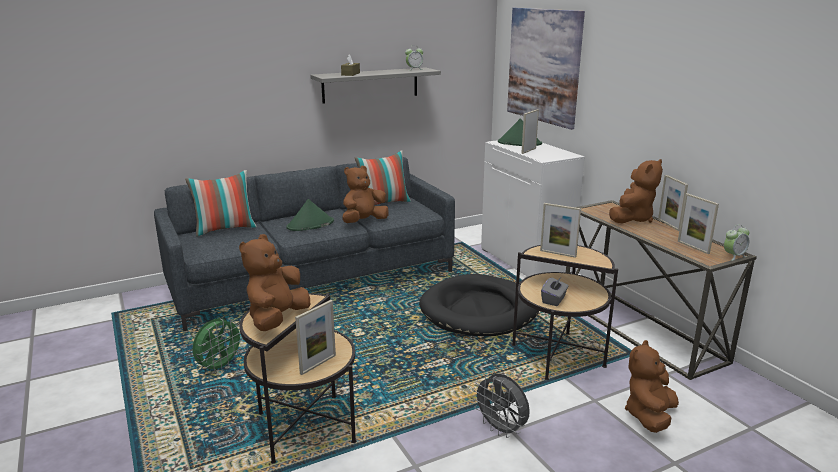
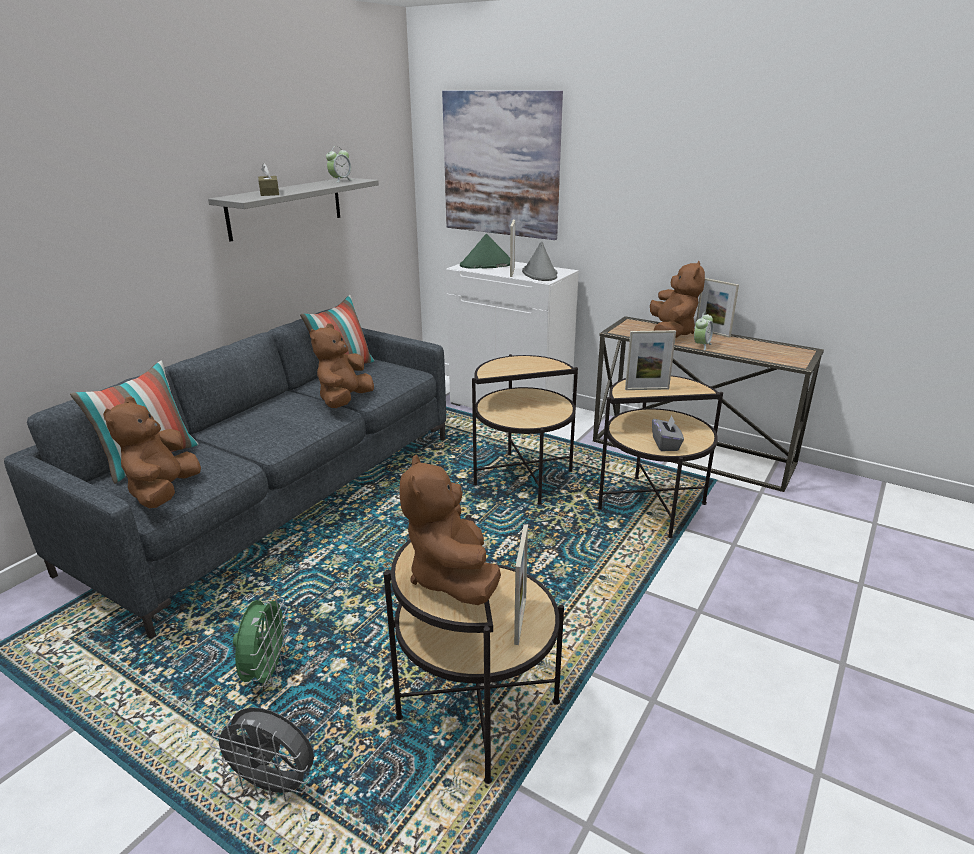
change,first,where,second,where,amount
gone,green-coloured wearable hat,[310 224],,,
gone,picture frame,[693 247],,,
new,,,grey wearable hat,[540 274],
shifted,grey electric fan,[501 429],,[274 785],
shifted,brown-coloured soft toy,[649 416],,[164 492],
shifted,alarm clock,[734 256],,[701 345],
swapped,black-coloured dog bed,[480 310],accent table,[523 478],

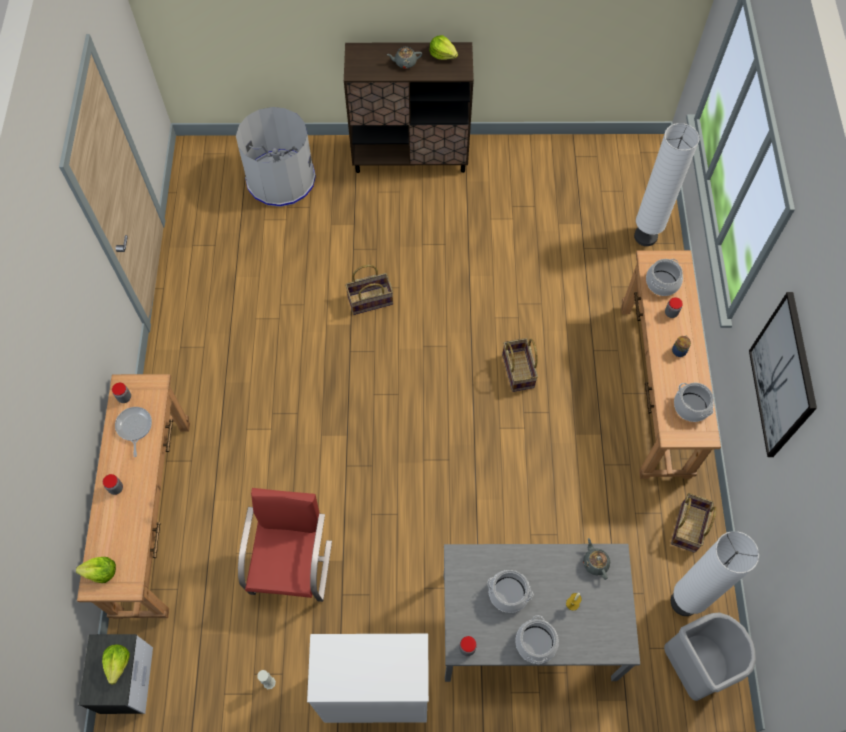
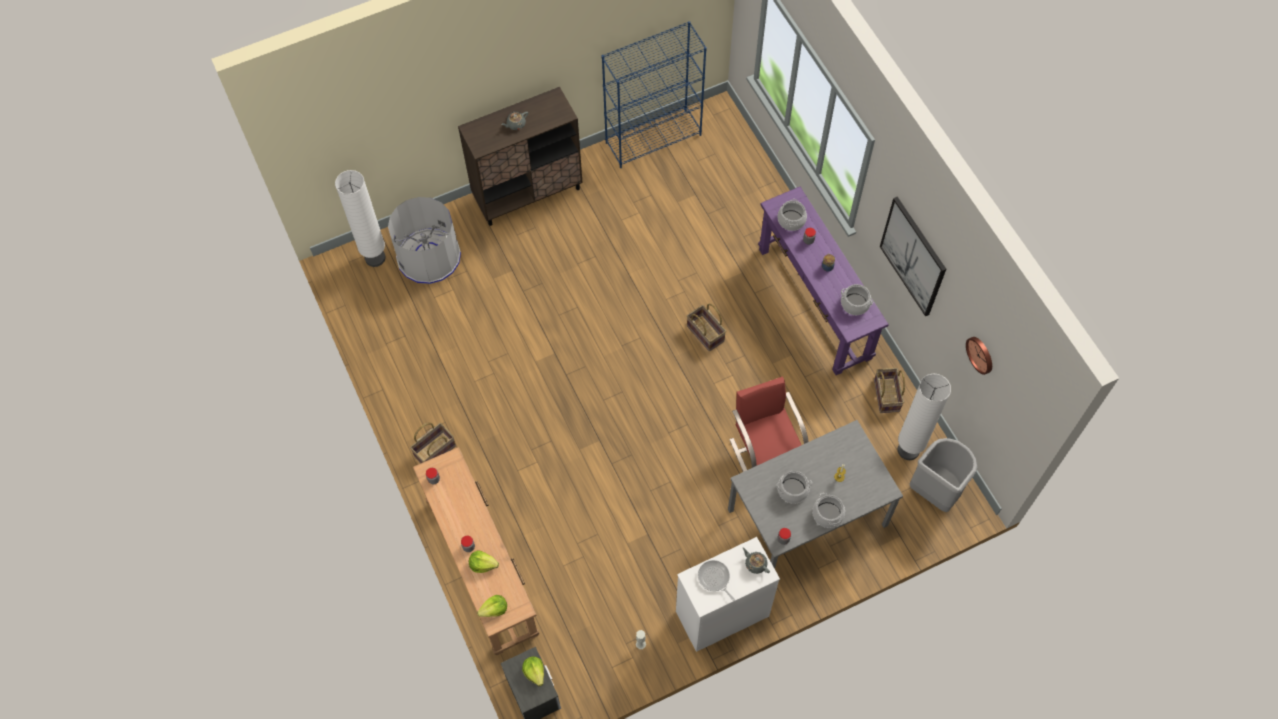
change,first,where,second,where,amount
new,,,bluish shelving unit,[653 138],
new,,,hanging clock,[981 354],
shifted,skillet,[134 427],,[714 578],
shifted,red chair,[292 565],,[765 450],
shifted,basket,[370 300],,[434 450],
shifted,lettuce,[442 54],,[483 564],
shifted,grey tea pot,[595 562],,[755 564],
shifted,white standard lamp,[645 236],,[375 258],
repainted,brown-coloured narrow table,[654 389],purple narrow table,[814 303],

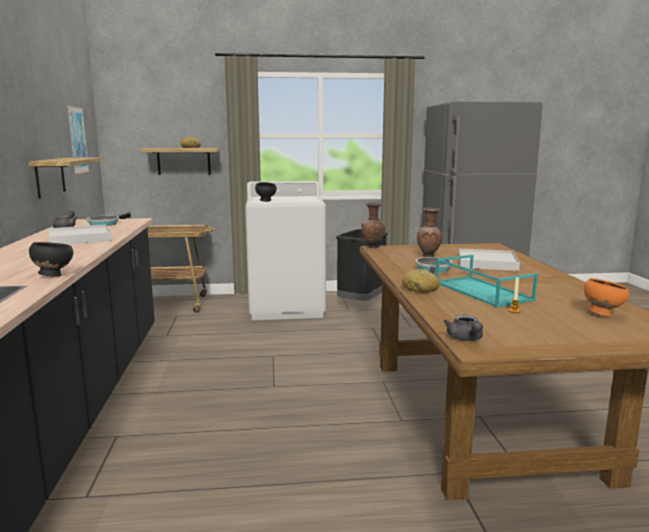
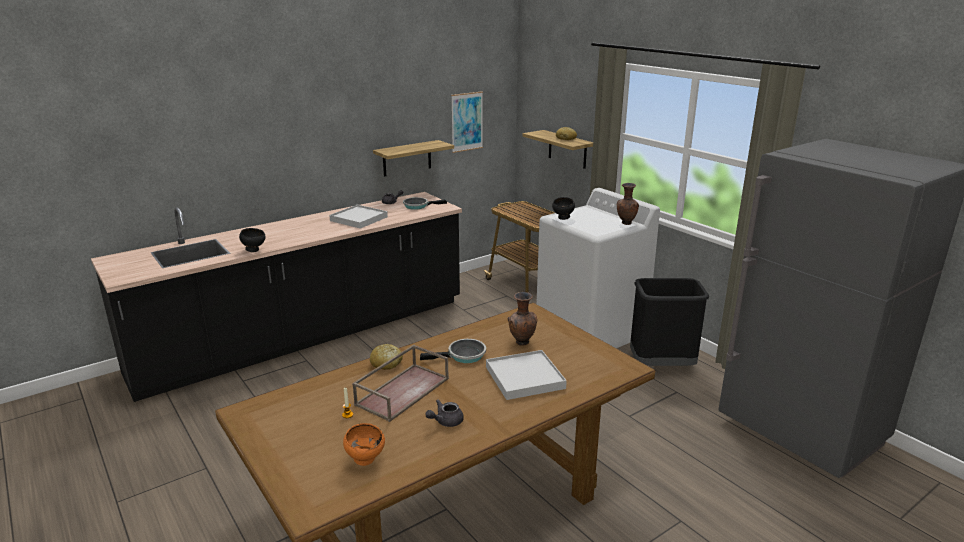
change,first,where,second,where,amount
shifted,brown-coloured flower vase,[372 247],,[625 223],
shifted,grey tea pot,[466 339],,[445 421],
repainted,turquoise carrying tray,[480 291],brown-coloured carrying tray,[402 390],

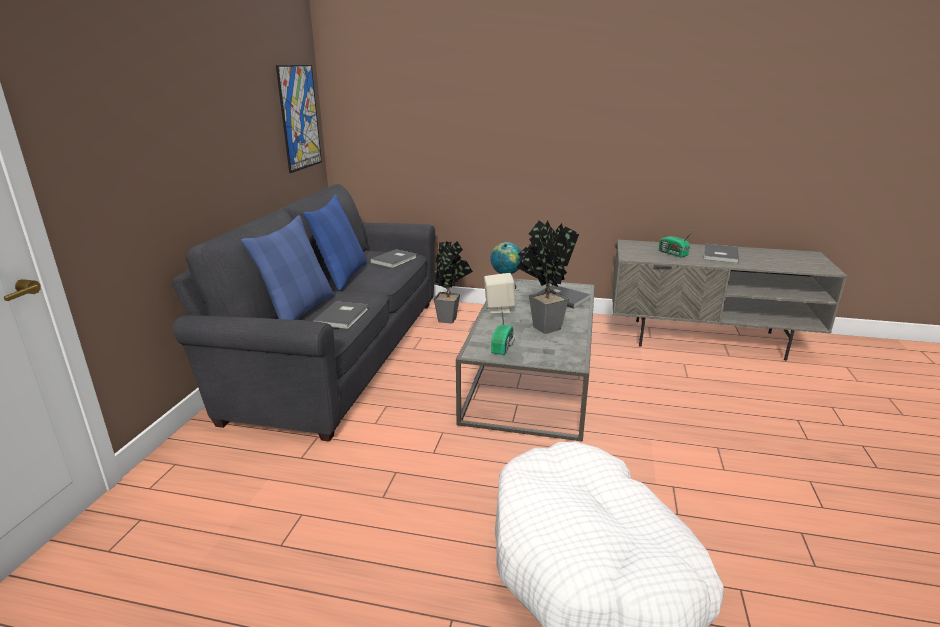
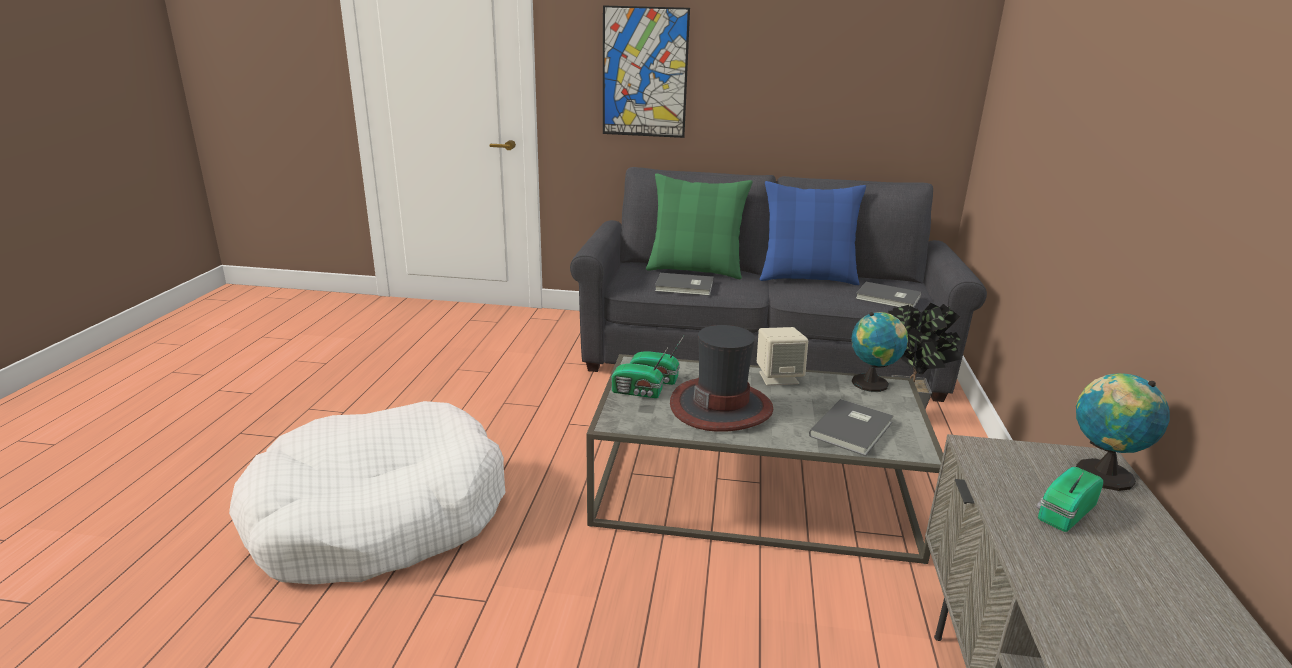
change,first,where,second,where,amount
gone,grey bound book,[719 255],,,
new,,,radio set,[638 392],
new,,,world globe,[1100 474],
shifted,wall art,[299 117],,[644 73],
swapped,plant in a pot,[542 328],wearable hat,[721 406],
repainted,bluish cushion,[299 311],green-coloured cushion,[695 270],

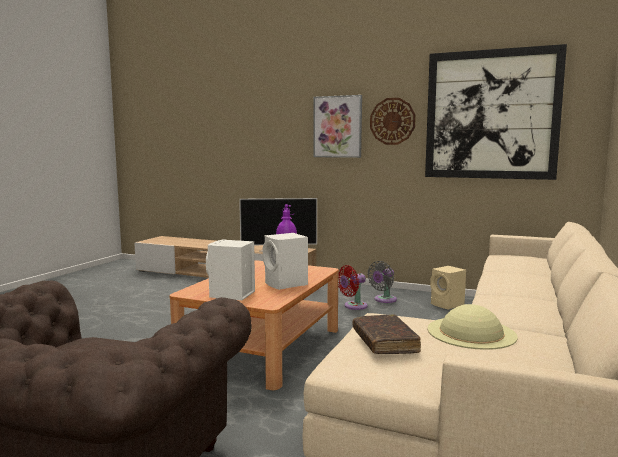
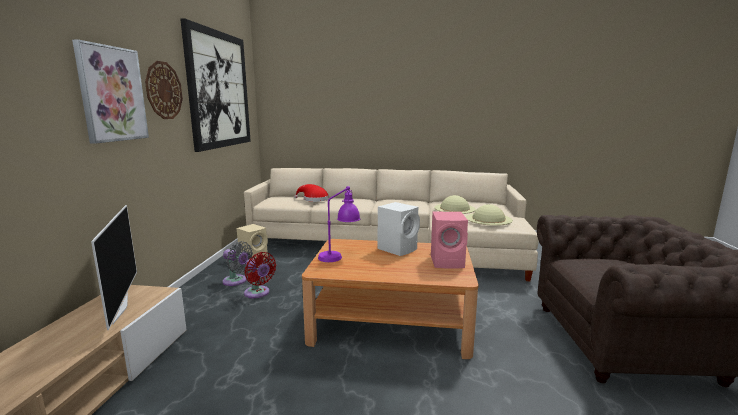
change,first,where,second,where,amount
new,,,red wearable hat,[313 199],
swapped,brown-coloured bound book,[384 342],sand-coloured wearable hat,[488 219],
repainted,white loudspeaker,[231 295],pink-coloured loudspeaker,[448 262],

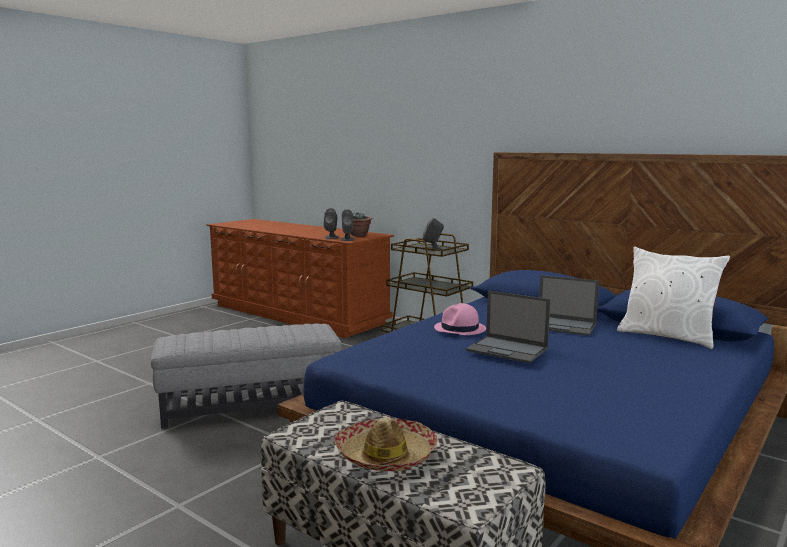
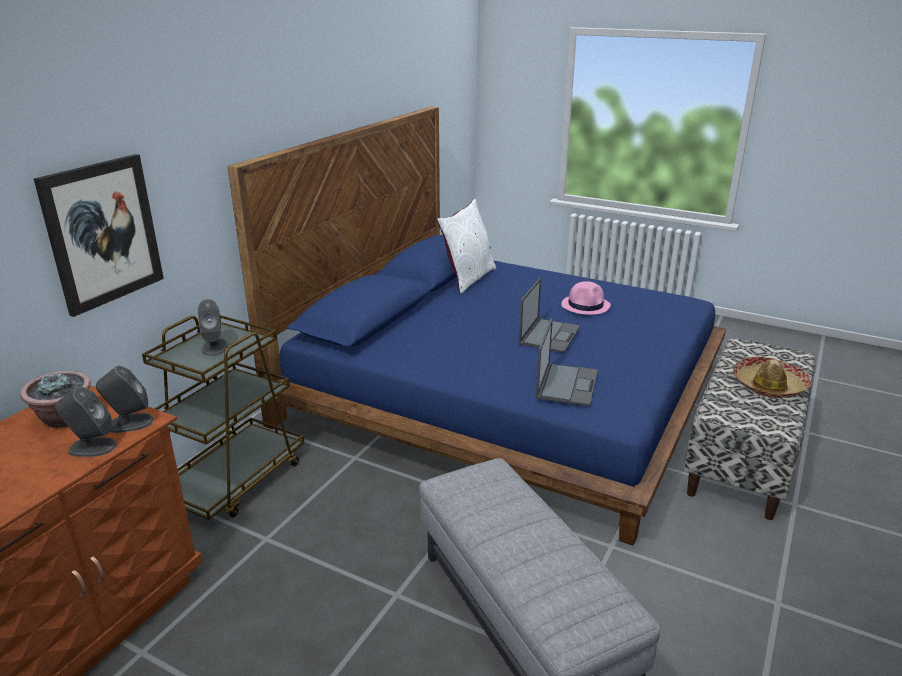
change,first,where,second,where,amount
new,,,wall art,[103 233],
shifted,pink-coloured wearable hat,[460 329],,[586 305],
shifted,portable computer,[563 326],,[567 384],

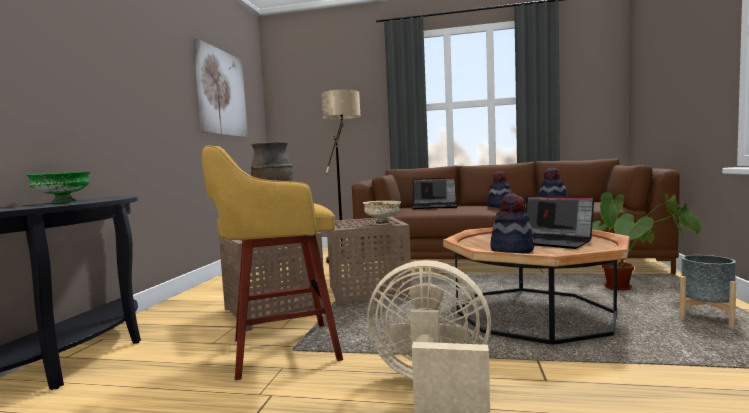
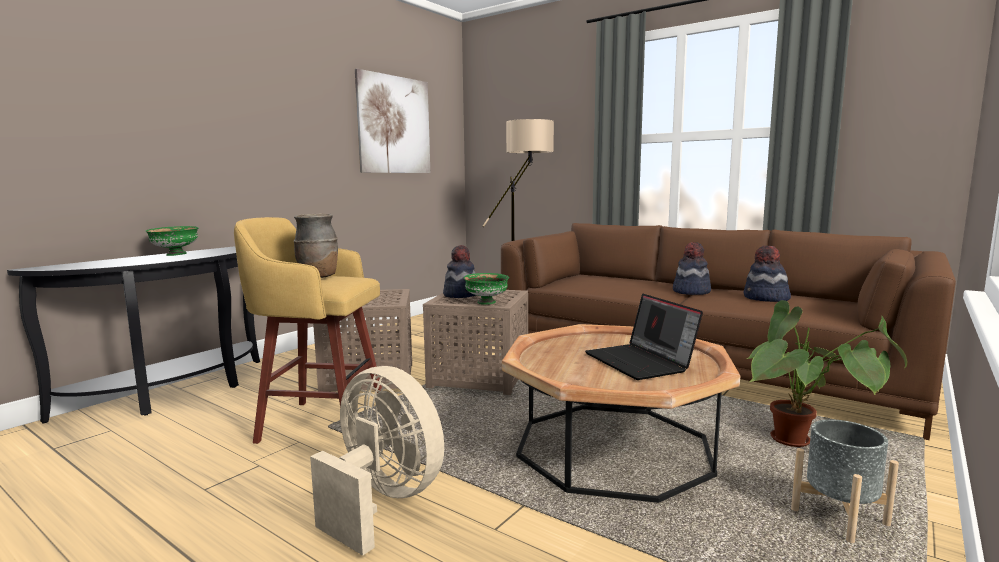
change,first,where,second,where,amount
gone,portable computer,[435 207],,,
shifted,wearable hat,[512 250],,[461 294],
repainted,sand-coloured deep dish,[383 224],green-coloured deep dish,[487 302],

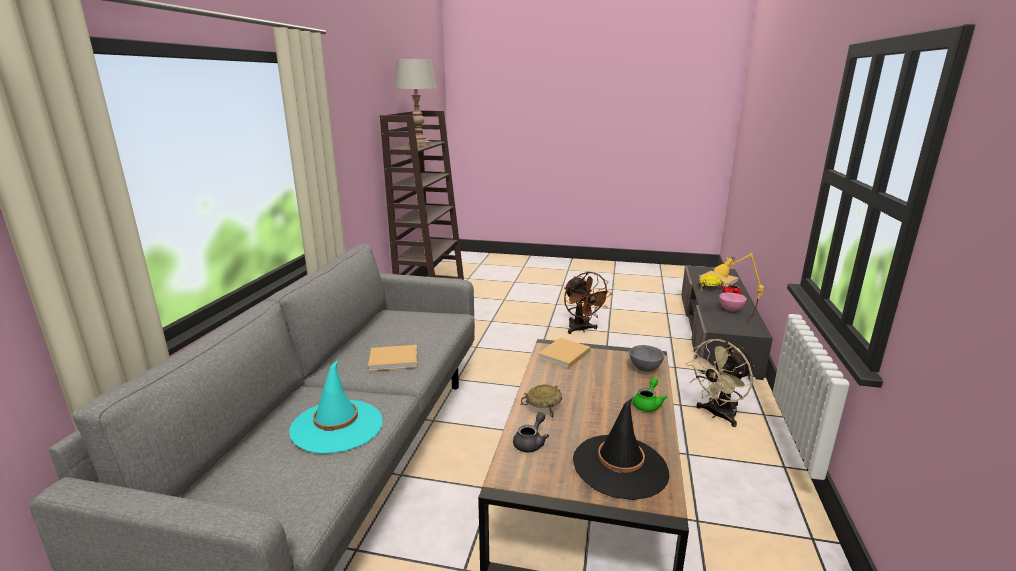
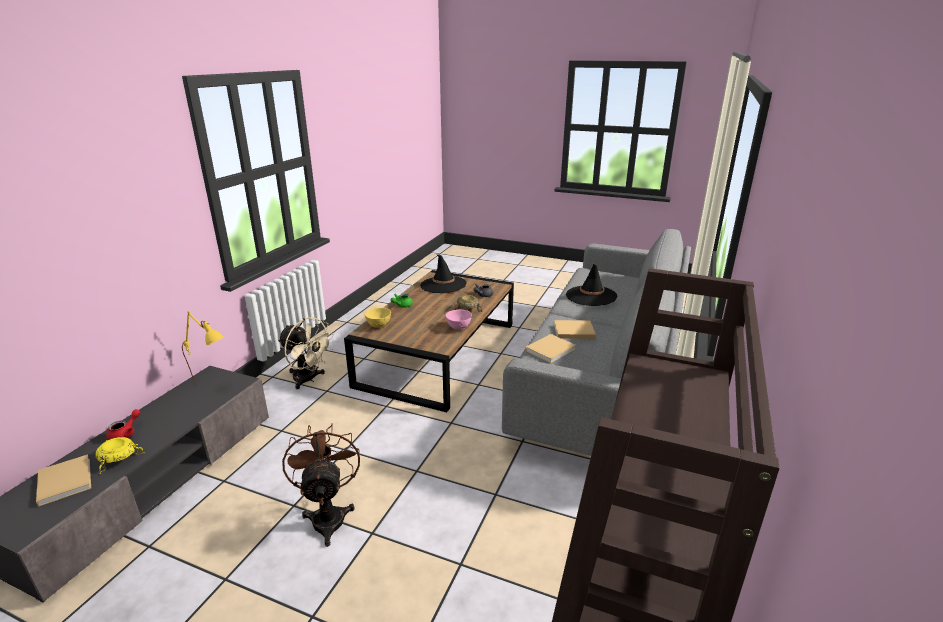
change,first,where,second,where,amount
gone,grey lamp for a table,[419 145],,,
shifted,sand-coloured bound book,[563 355],,[551 349],
shifted,pink-coloured deep dish,[730 309],,[459 327],
repainted,turquoise wearable hat,[337 426],black-coloured wearable hat,[591 296],
repainted,grey deep dish,[644 369],yellowish deep dish,[379 325],
rotated,sand-coloured electric fan,[717 415],,[308 379],60 degrees clockwise

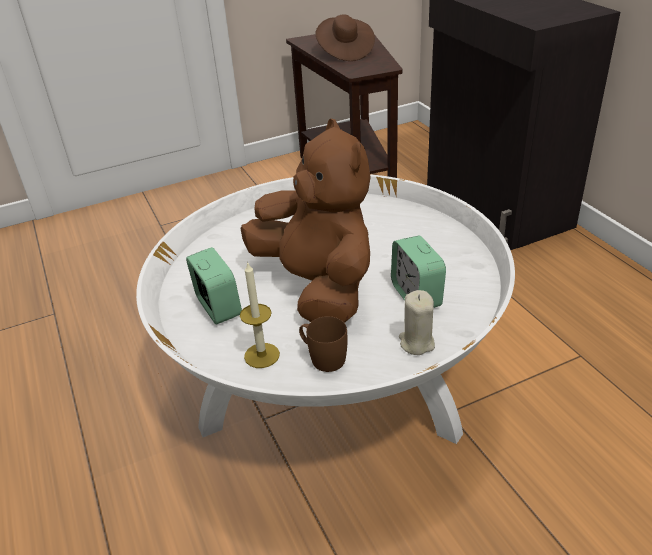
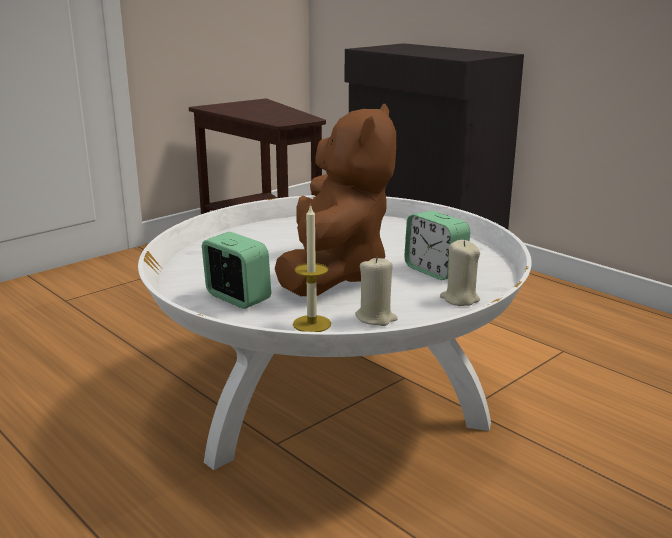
change,first,where,second,where,amount
gone,brown-coloured wearable hat,[344 52],,,
swapped,brown-coloured coffee mug,[322 357],sand-coloured wax candle,[376 318],
rotated,brown-coloured soft toy,[318 287],,[333 275],60 degrees clockwise

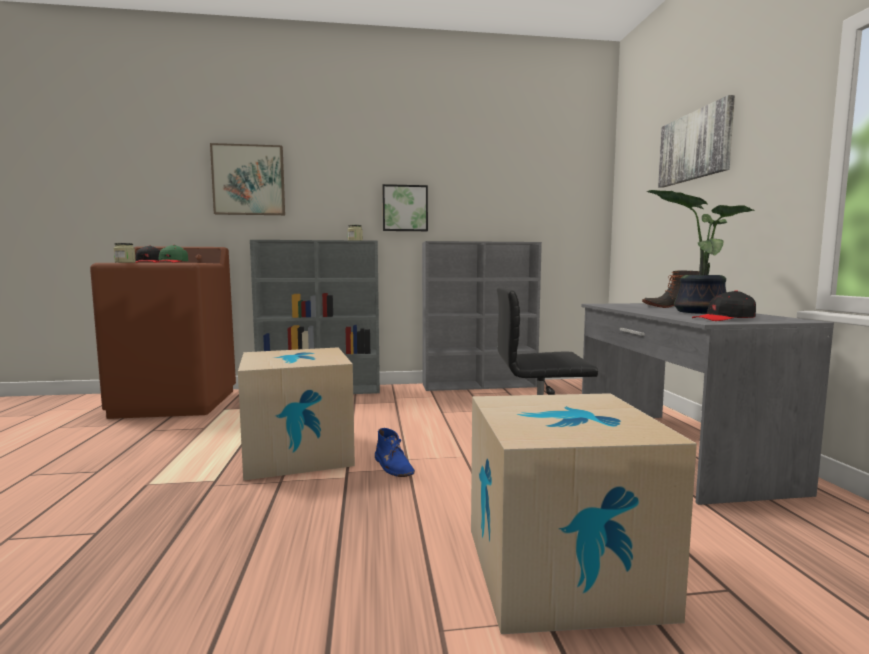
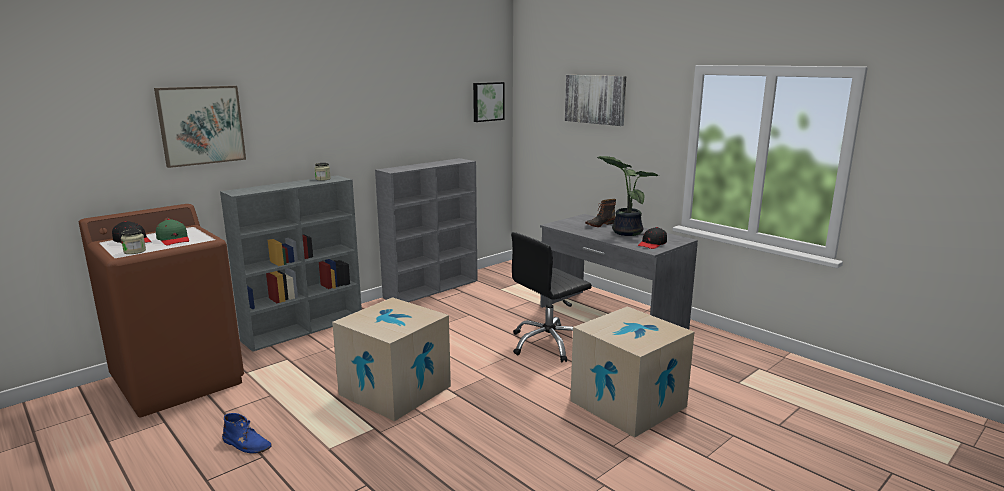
change,first,where,second,where,amount
shifted,bluish boot,[393 466],,[246 444],
shifted,wall art,[405 208],,[487 101],

